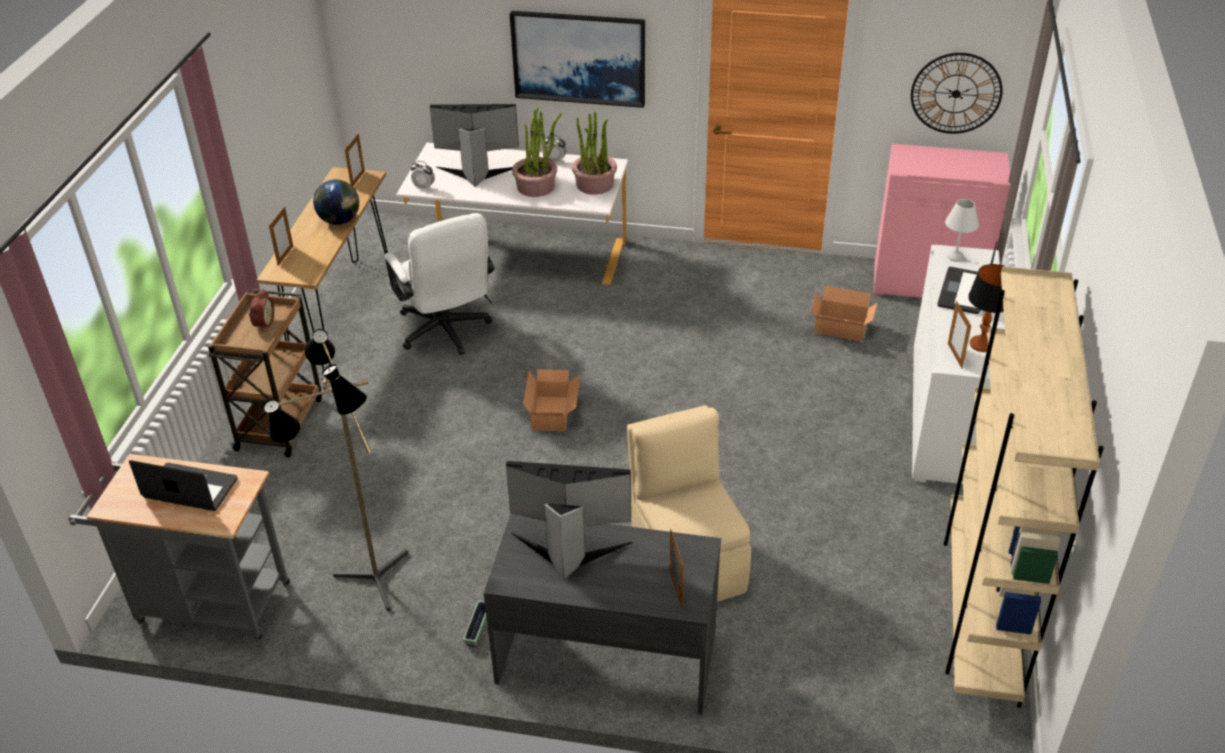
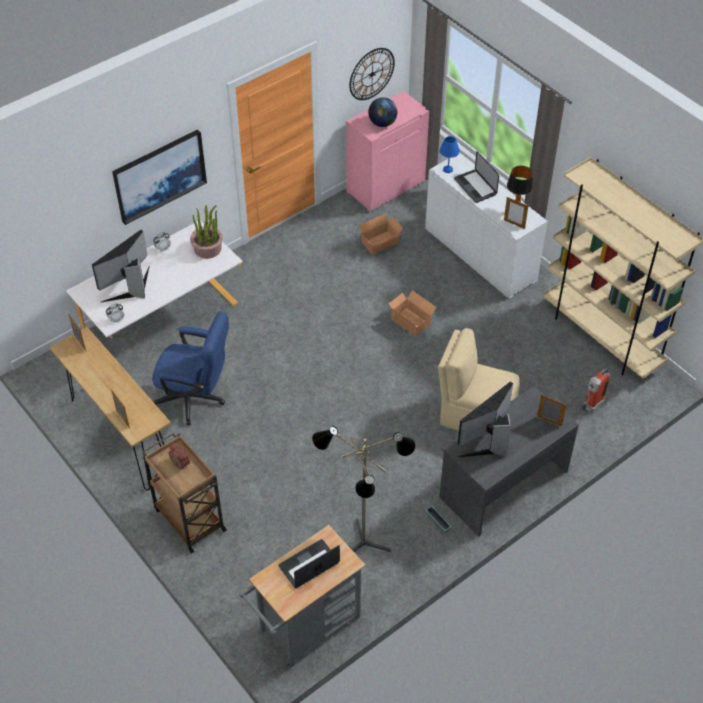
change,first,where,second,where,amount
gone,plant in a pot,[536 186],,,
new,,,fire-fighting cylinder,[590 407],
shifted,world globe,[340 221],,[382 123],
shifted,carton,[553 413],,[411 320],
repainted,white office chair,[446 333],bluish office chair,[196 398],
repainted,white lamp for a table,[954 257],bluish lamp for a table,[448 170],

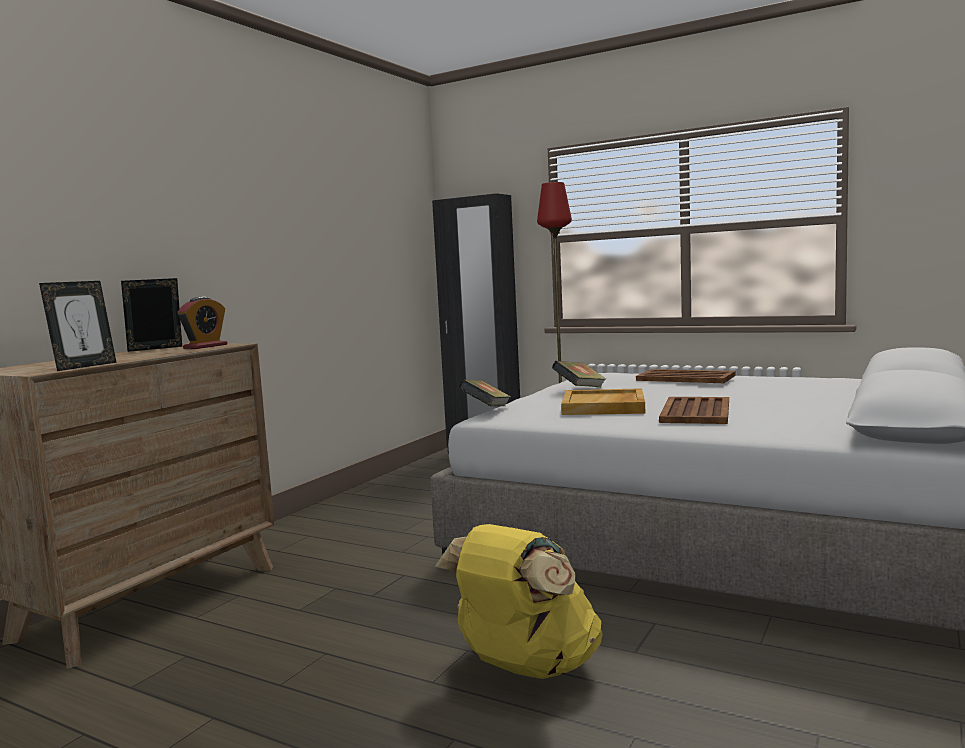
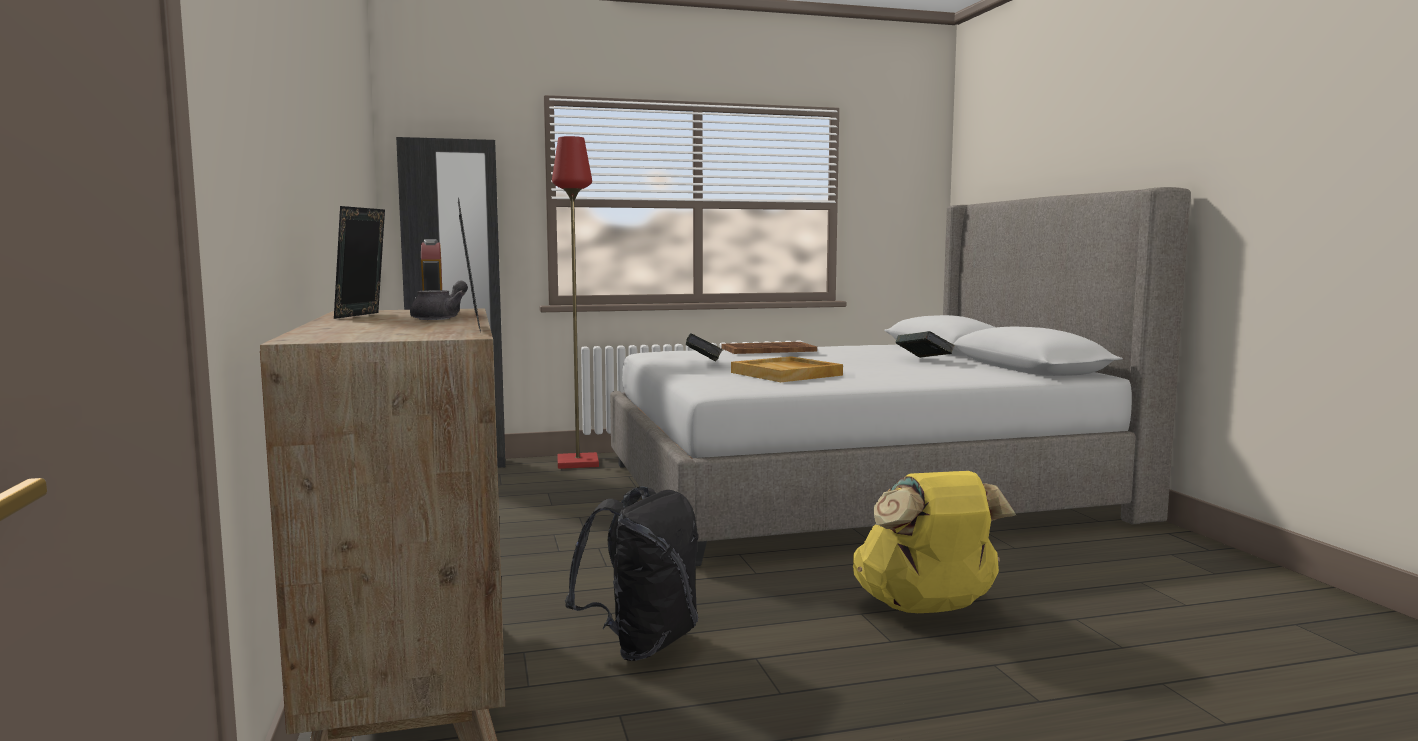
change,first,where,second,where,amount
gone,brown-coloured carrying tray,[695 412],,,
new,,,grey tea pot,[441 318],
new,,,black-coloured backpack,[642 644],
shifted,bound book,[486 410],,[924 360],

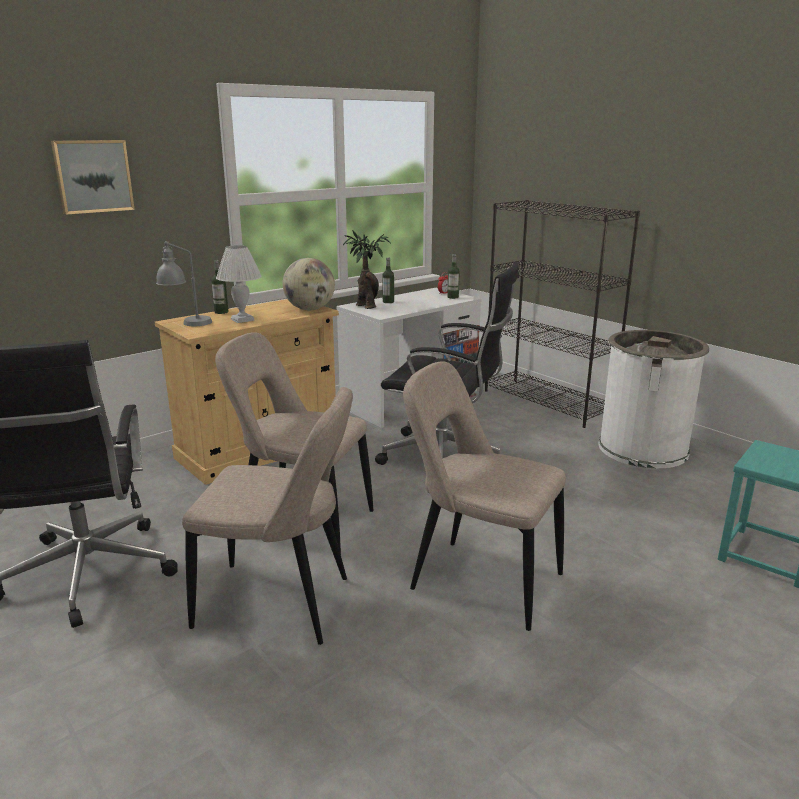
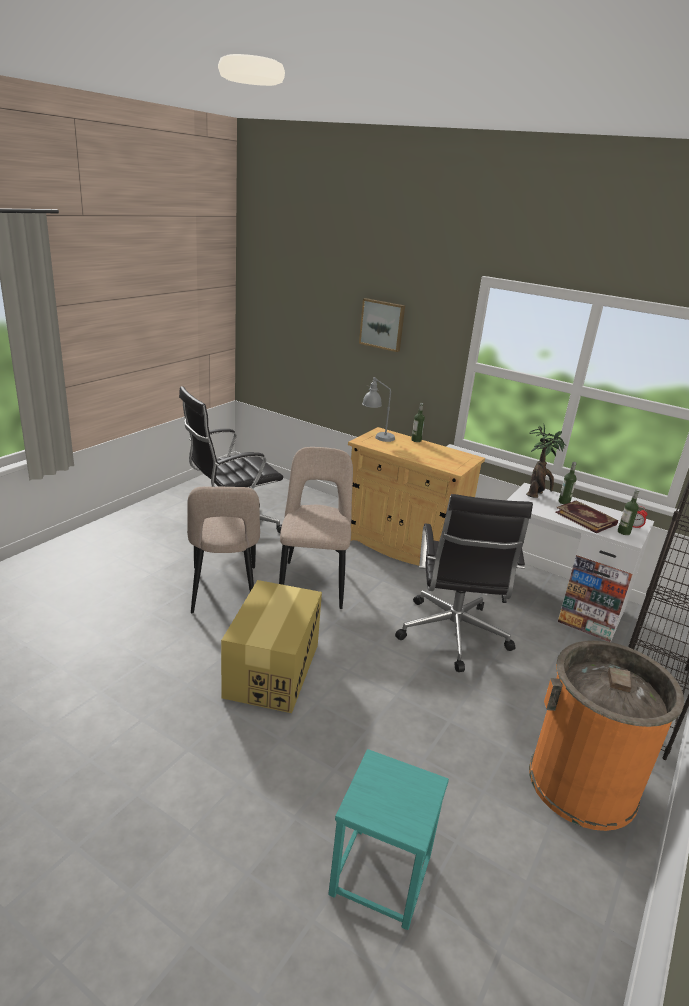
change,first,where,second,where,amount
gone,white lamp for a table,[242 319],,,
gone,world globe,[310 309],,,
new,,,bound book,[586 518],
swapped,sand-coloured chair,[479 580],carton,[272 670],
repainted,white rubbish bin,[643 448],orangey rubbish bin,[582 783],

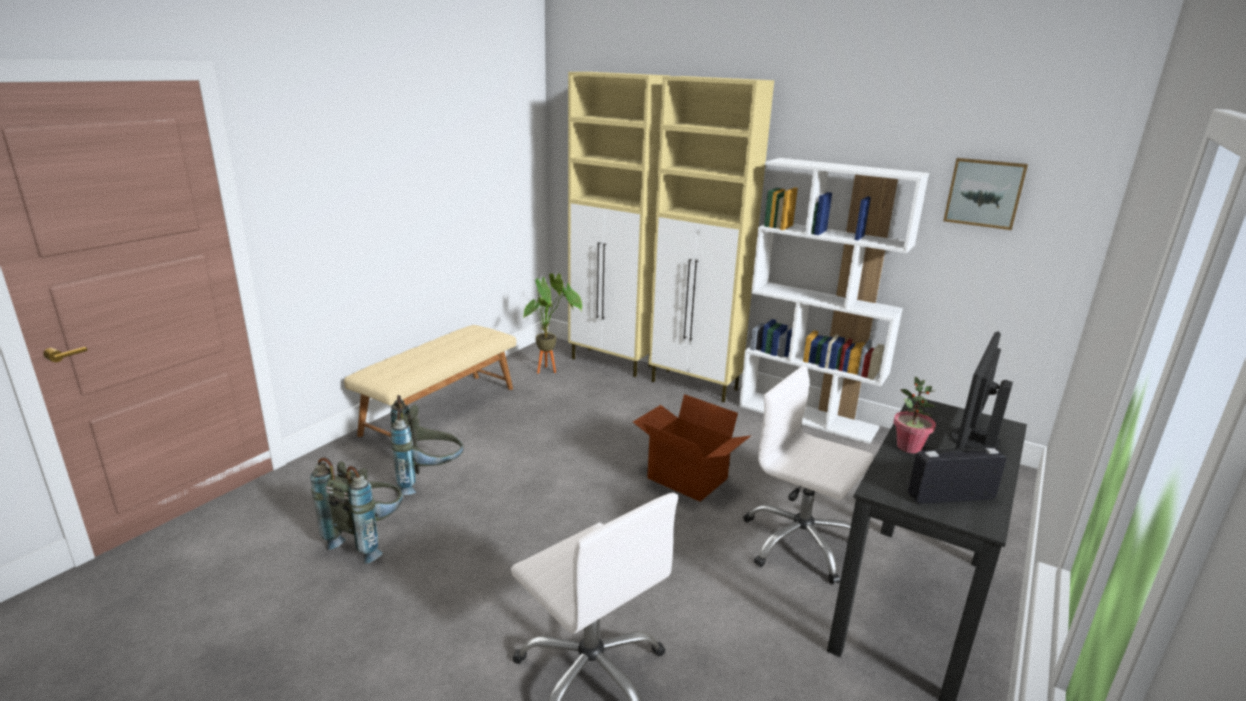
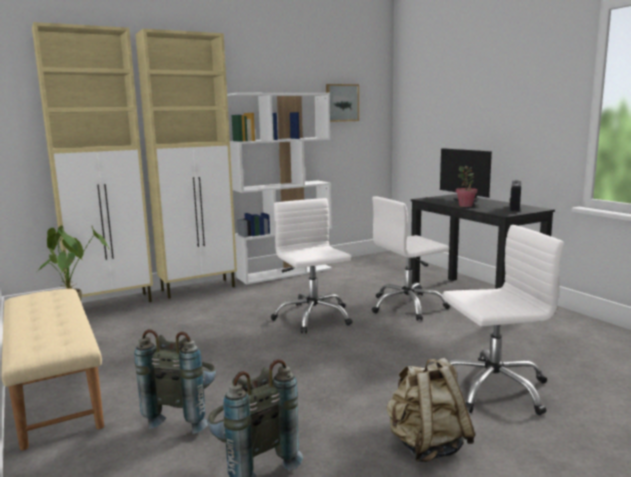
change,first,where,second,where,amount
new,,,sand-coloured backpack,[427 446],
swapped,carton,[686 479],white office chair,[312 317],

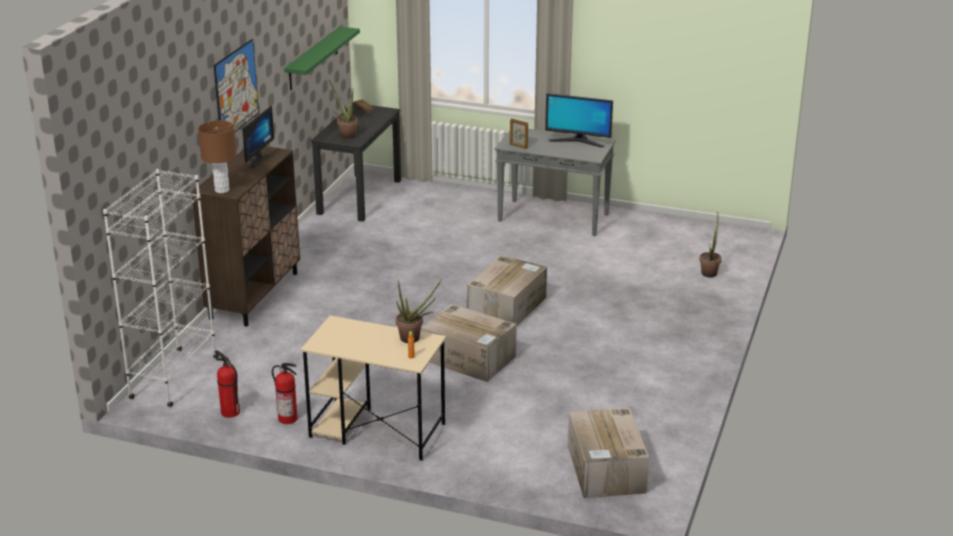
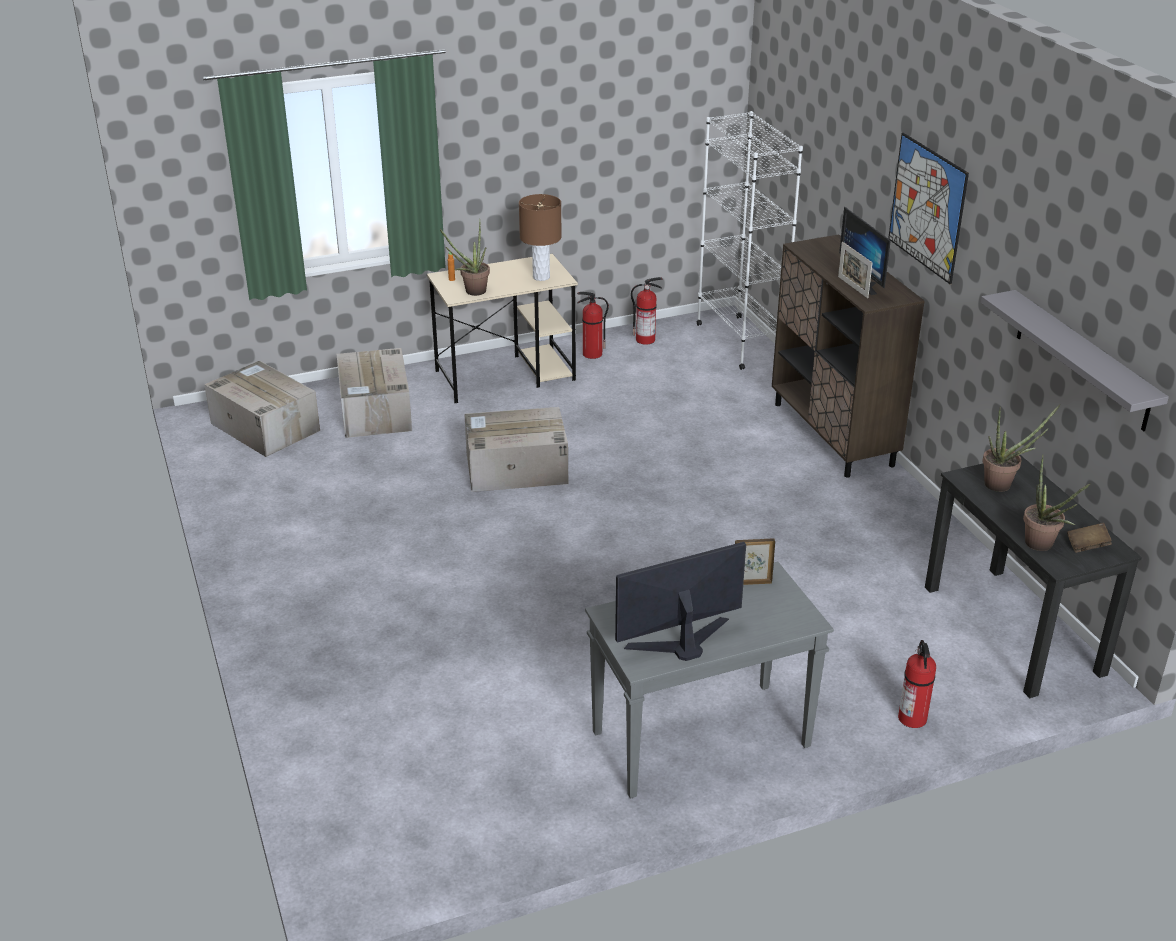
change,first,where,second,where,amount
new,,,picture frame,[852 287],
new,,,fire-fighting cylinder,[913 719],
shifted,brown-coloured lamp for a table,[222 190],,[541 277],
shifted,carton,[507 306],,[376 412],
shifted,plant in a pot,[709 272],,[1042 546],
repainted,green-coloured shelf,[313 58],grey shelf,[1082 360],

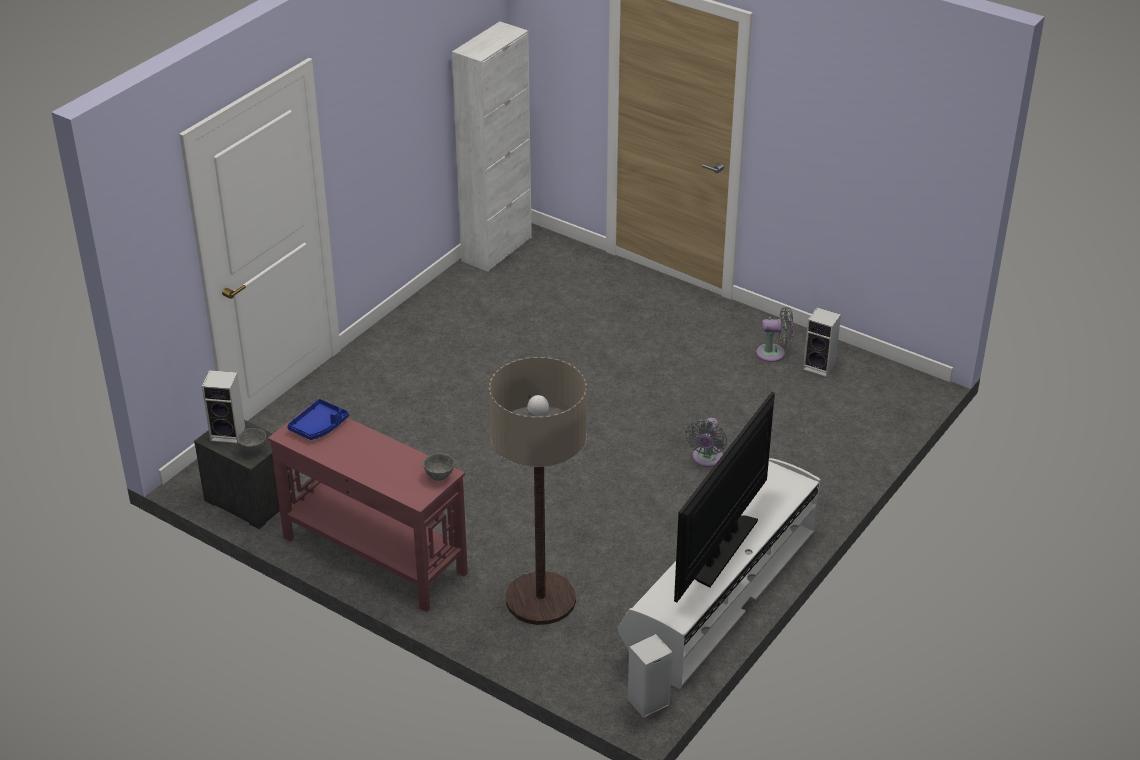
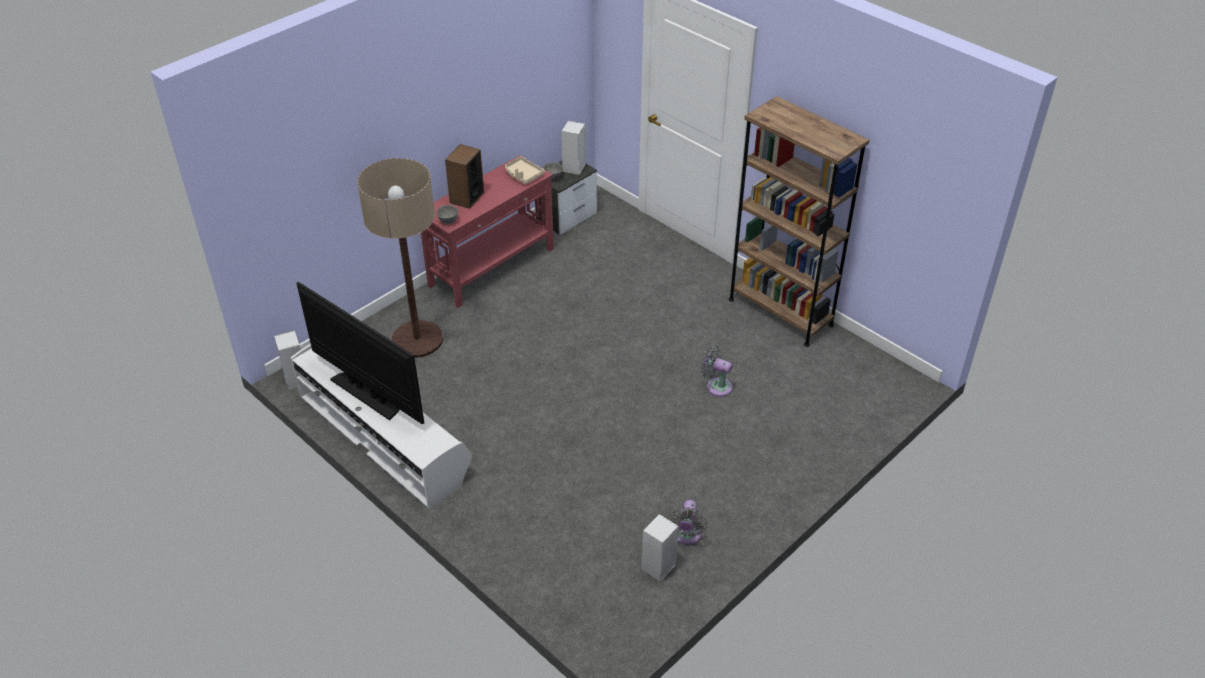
change,first,where,second,where,amount
gone,white cupboard,[497 249],,,
new,,,loudspeaker,[466 197],
new,,,brown-coloured shelving unit,[780 312],
shifted,grey electric fan,[706 459],,[716 386],
repainted,bluish carrying tray,[319 426],sand-coloured carrying tray,[523 175],

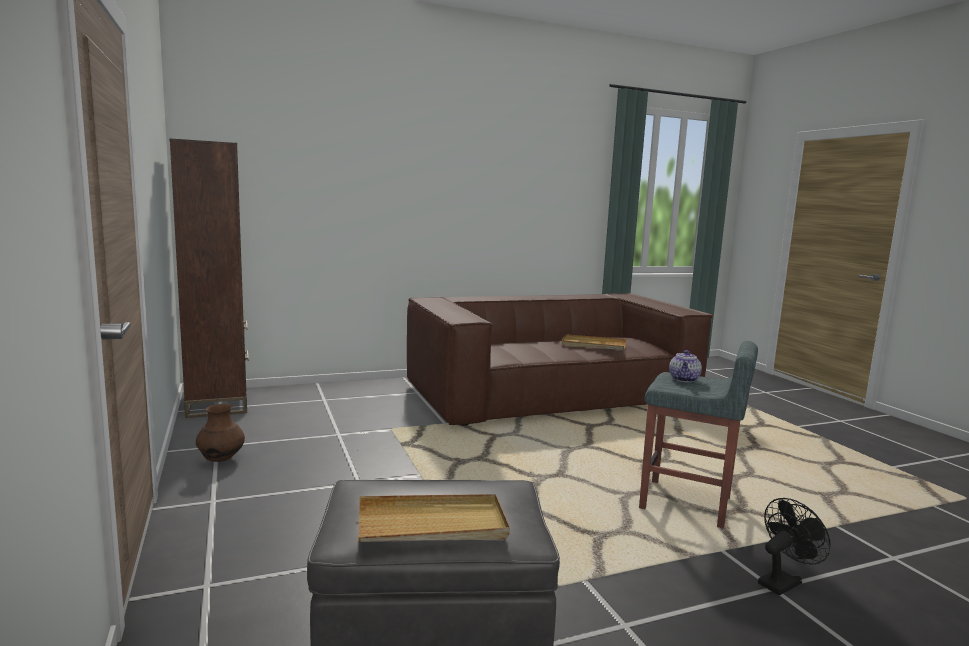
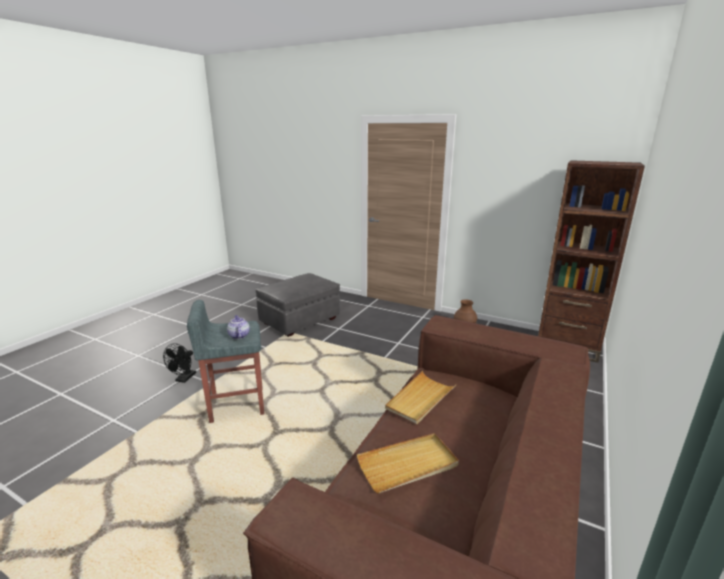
change,first,where,second,where,amount
shifted,sand-coloured carrying tray,[432 524],,[420 399],

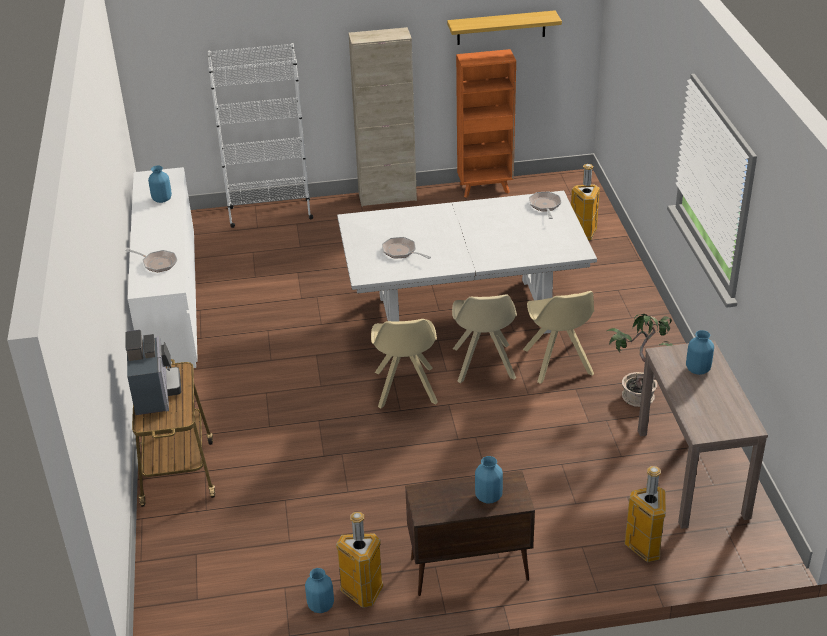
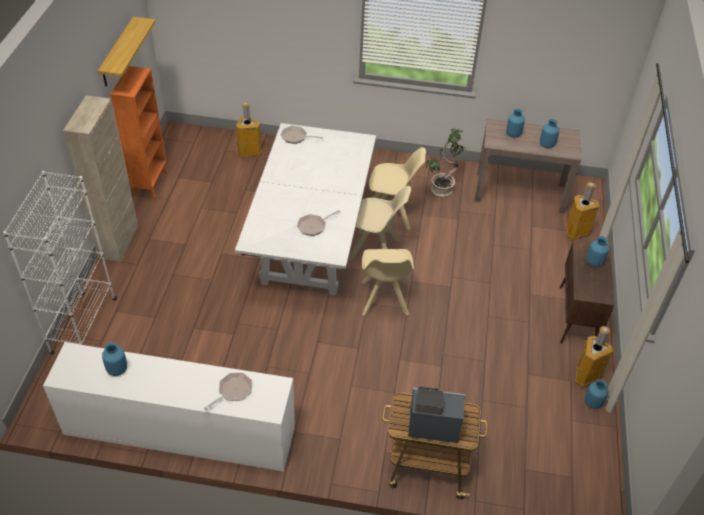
change,first,where,second,where,amount
new,,,bluish flower vase,[547 144],
rotated,sand-coloured chair,[405 389],,[384 299],75 degrees clockwise

